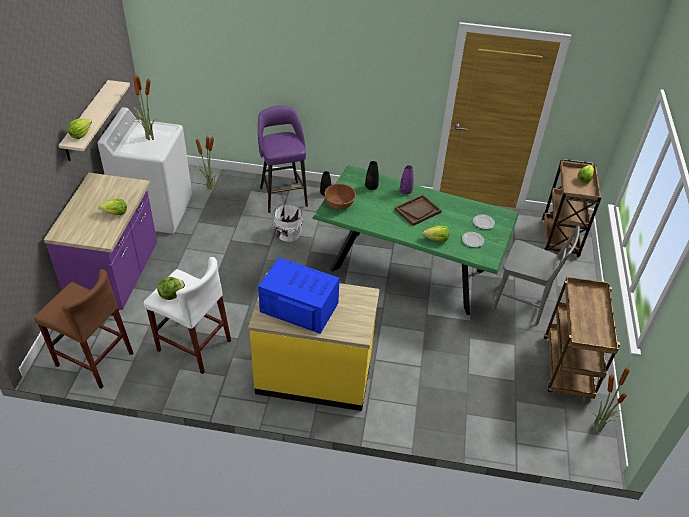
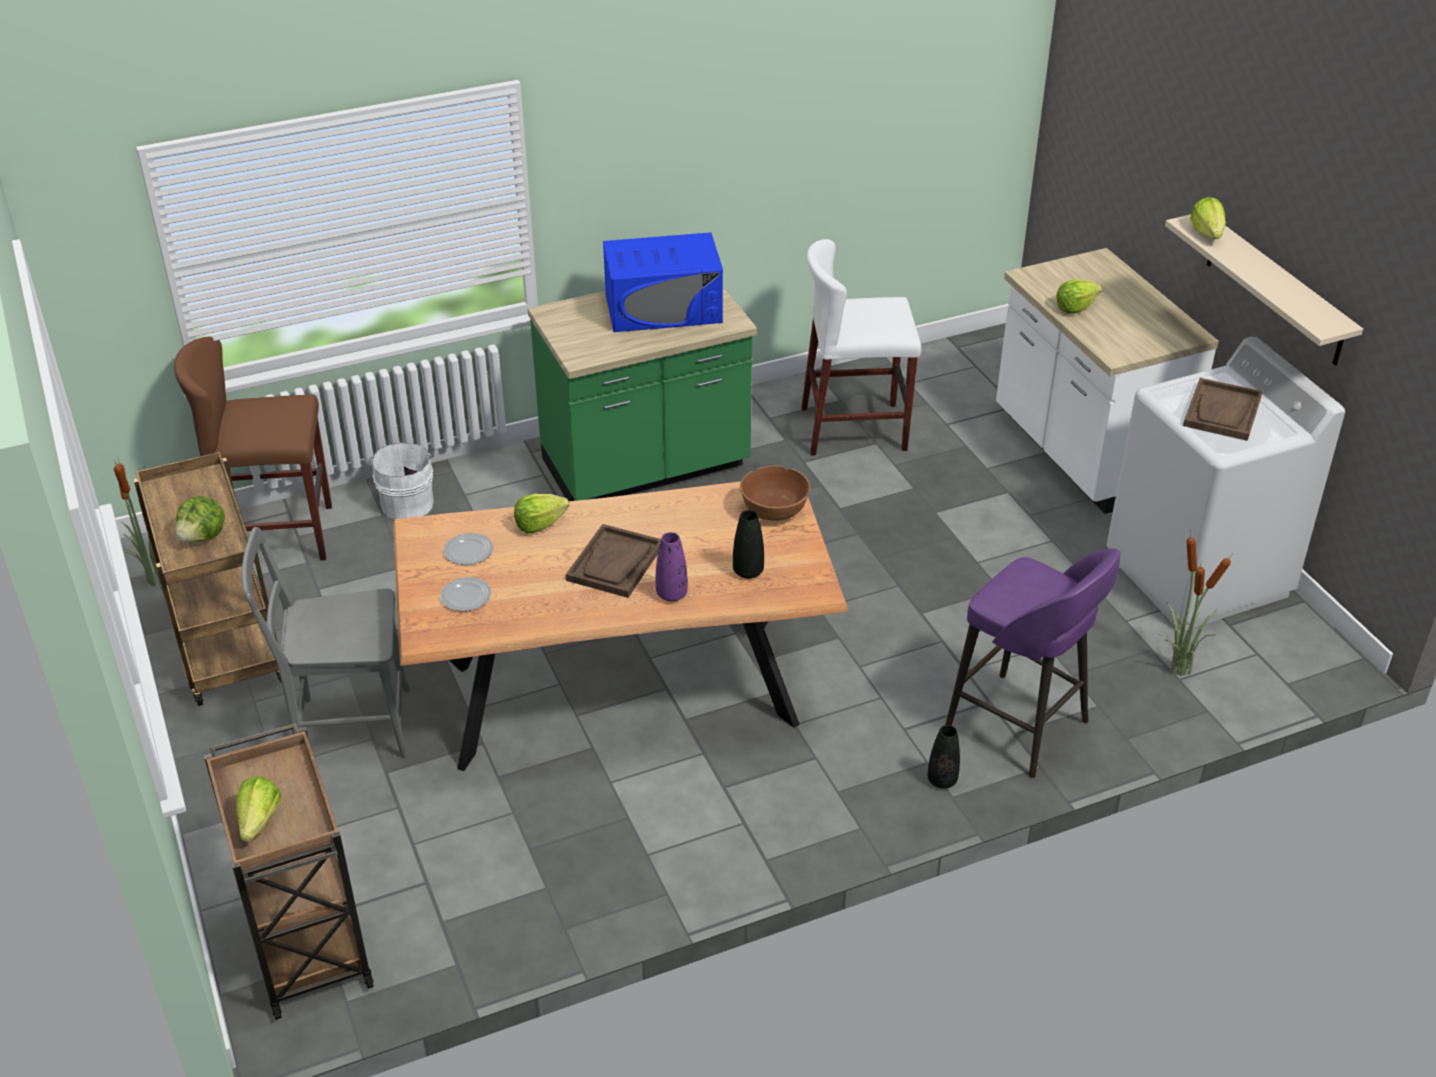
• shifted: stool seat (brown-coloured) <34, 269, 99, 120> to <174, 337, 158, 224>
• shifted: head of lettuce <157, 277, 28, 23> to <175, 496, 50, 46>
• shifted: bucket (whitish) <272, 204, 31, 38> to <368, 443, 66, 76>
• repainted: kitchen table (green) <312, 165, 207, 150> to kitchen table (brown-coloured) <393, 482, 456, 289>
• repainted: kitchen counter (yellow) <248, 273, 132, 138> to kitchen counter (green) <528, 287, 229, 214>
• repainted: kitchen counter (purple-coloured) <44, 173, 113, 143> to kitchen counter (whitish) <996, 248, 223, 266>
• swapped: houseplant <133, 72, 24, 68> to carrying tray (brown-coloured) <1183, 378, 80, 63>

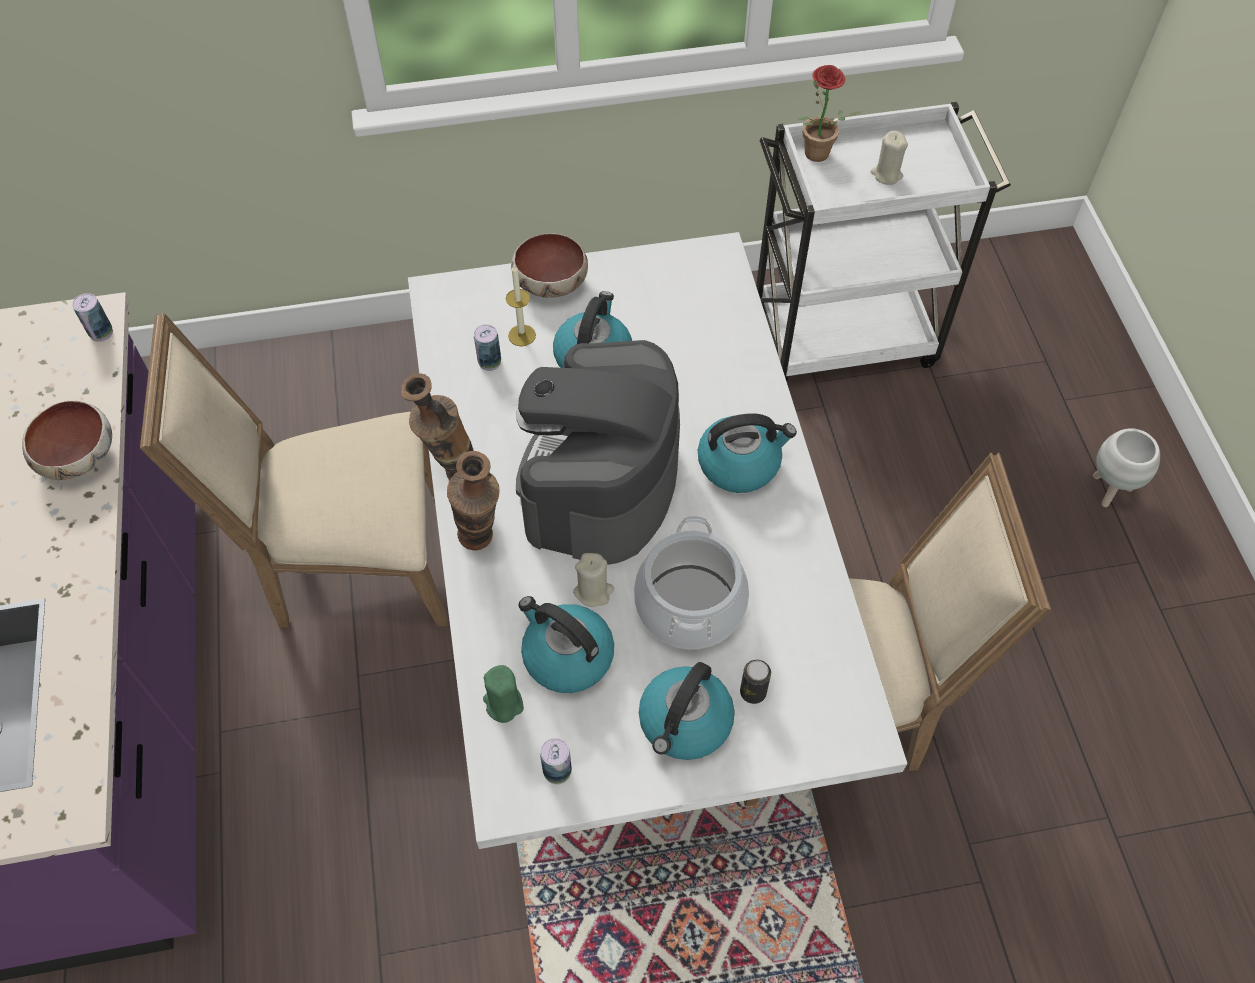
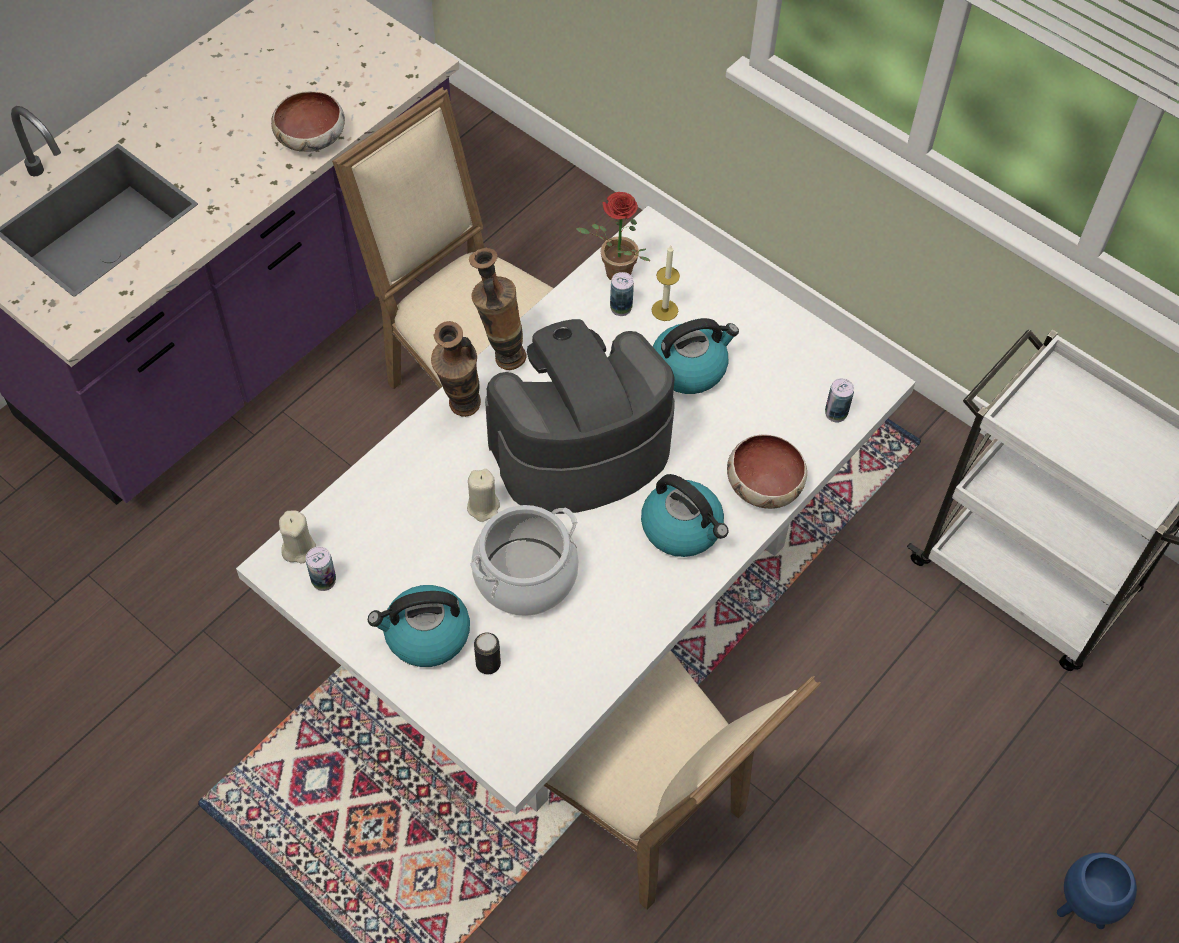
• shifted: wax light (beige-coloured) <870, 131, 38, 54> to <279, 511, 37, 52>
• shifted: houseplant <797, 65, 63, 97> to <576, 192, 74, 88>
• shifted: deep dish <511, 233, 77, 65> to <727, 434, 80, 75>
• shifted: sealed can <72, 293, 41, 49> to <825, 378, 29, 45>
• repainted: flower pot (whitish) <1093, 428, 67, 79> to flower pot (blue) <1057, 853, 80, 76>
• gone: wax light (green) <483, 665, 41, 58>
• gone: kettle <519, 596, 95, 97>

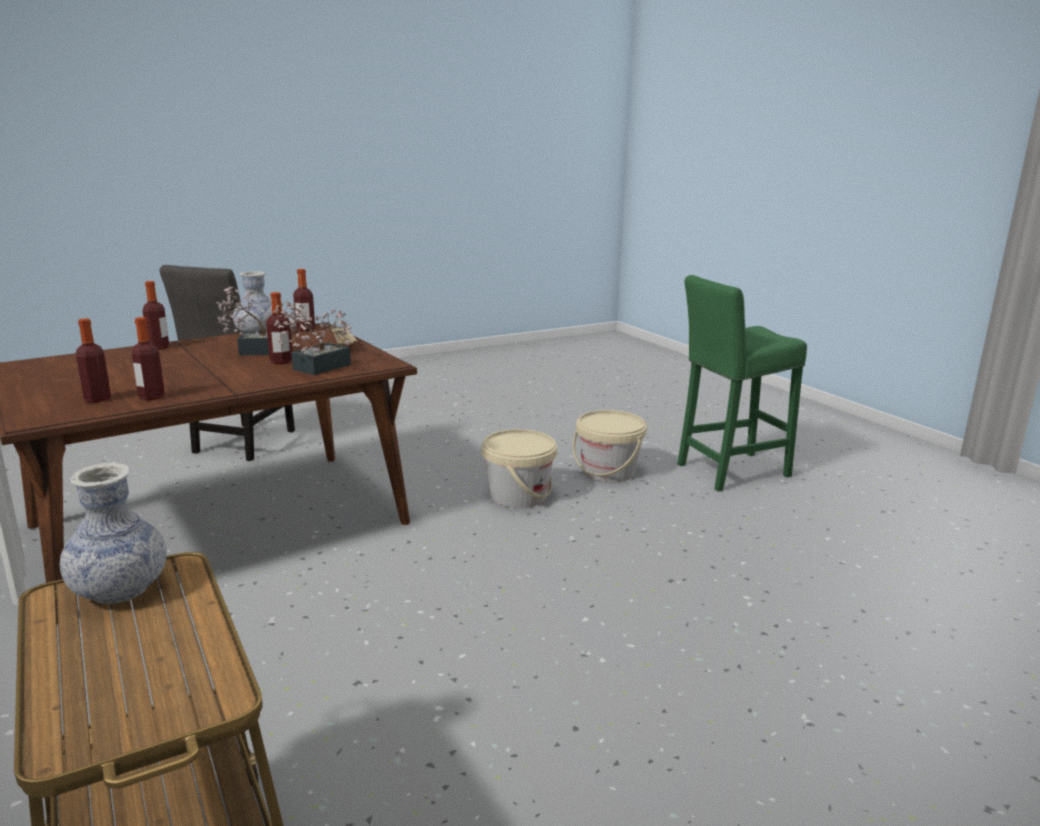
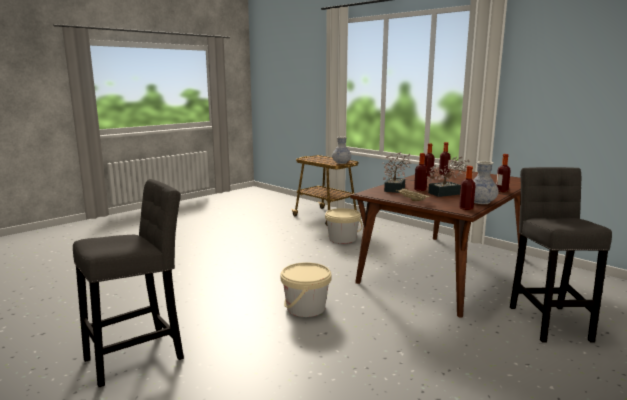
• repainted: stool seat (green) <678, 275, 129, 216> to stool seat (grey) <73, 179, 111, 208>
• shifted: bucket (beige-coloured) <573, 410, 74, 72> to <325, 208, 38, 36>

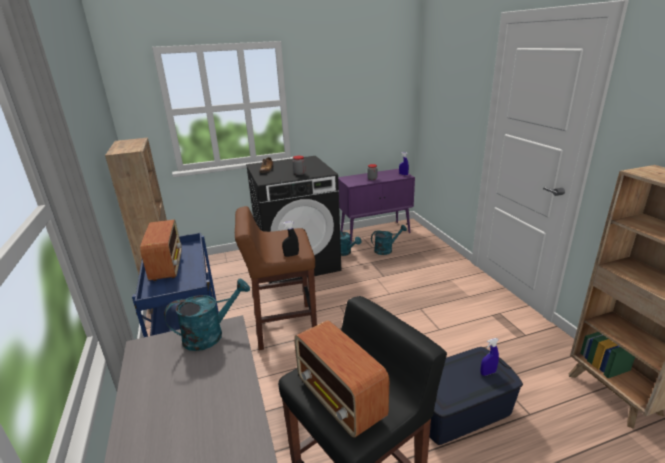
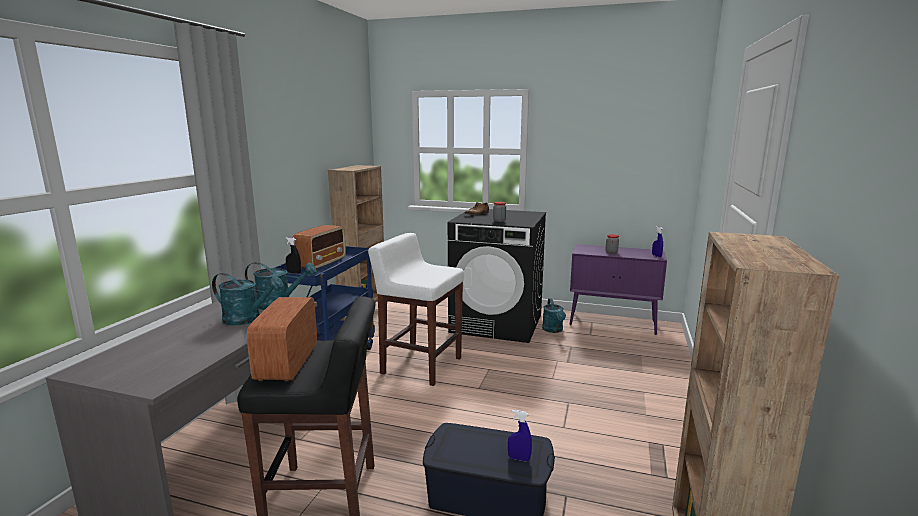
• shifted: watering can (blue-green) <371, 225, 36, 30> to <212, 273, 72, 52>
• shifted: hand sprayer (black) <282, 221, 17, 36> to <285, 237, 16, 37>
• repainted: stool seat (brown-coloured) <235, 206, 82, 144> to stool seat (whitish) <368, 233, 96, 153>

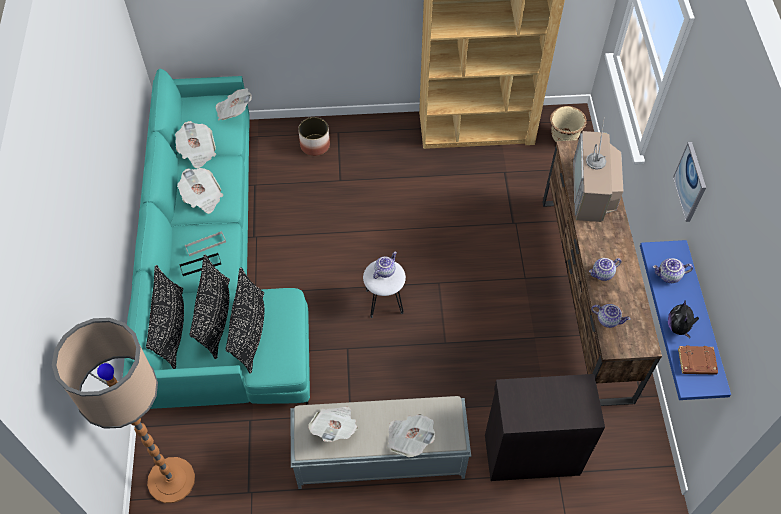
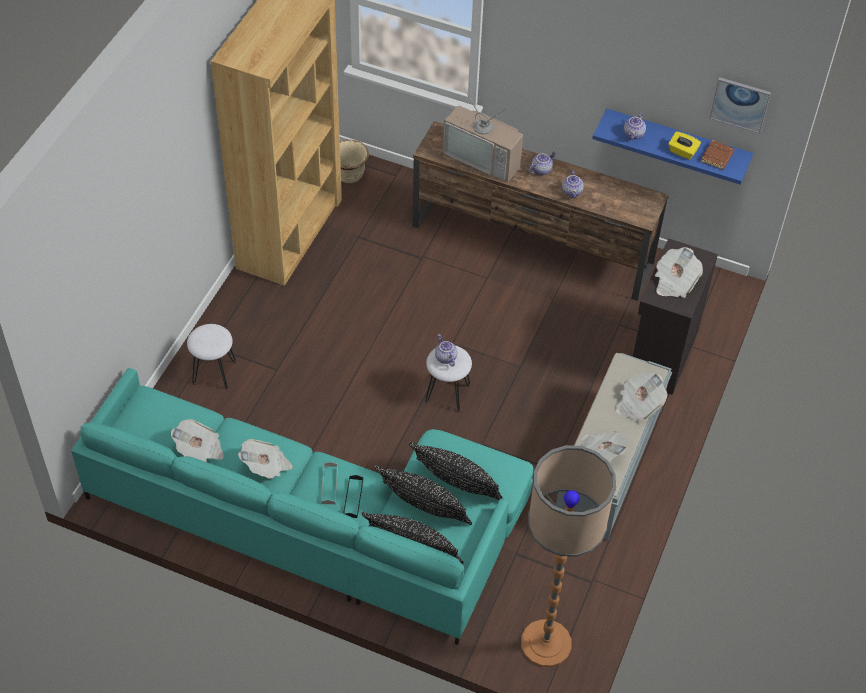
• swapped: flower pot <298, 117, 32, 39> to stool seat (whitish) <187, 324, 49, 66>
• shifted: tea pot <591, 304, 40, 24> to <528, 151, 29, 24>
• shifted: printed paper <215, 88, 37, 33> to <655, 247, 48, 51>
• swapped: soft toy <668, 300, 31, 38> to tissue box (yellow) <668, 131, 33, 29>
• shifted: wall art <673, 142, 33, 80> to <710, 77, 61, 56>

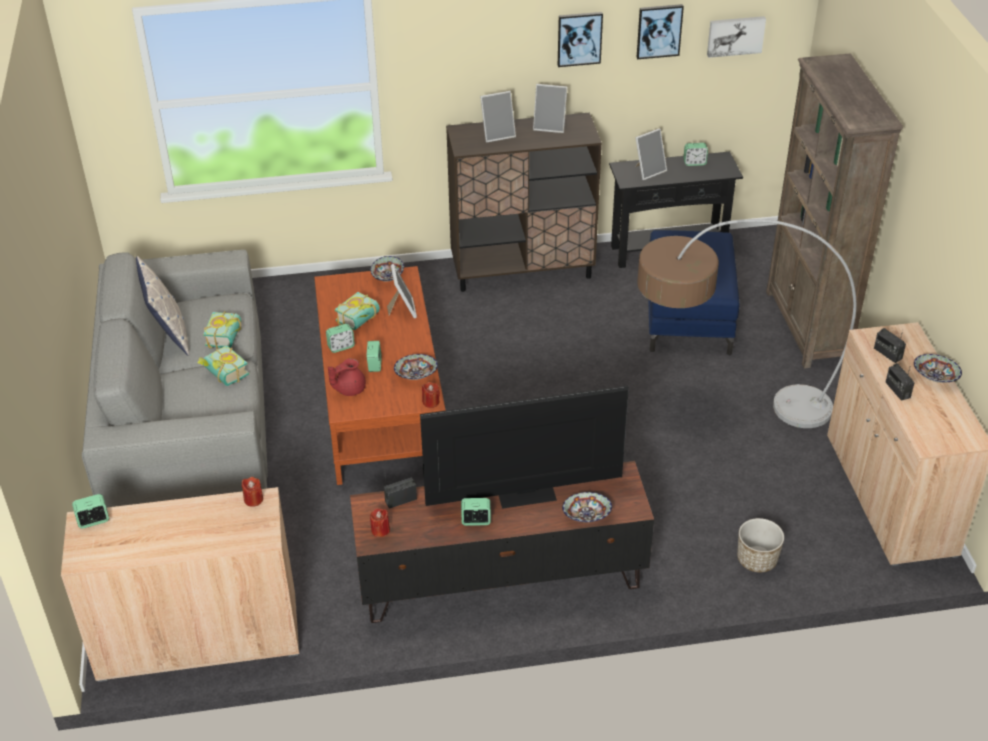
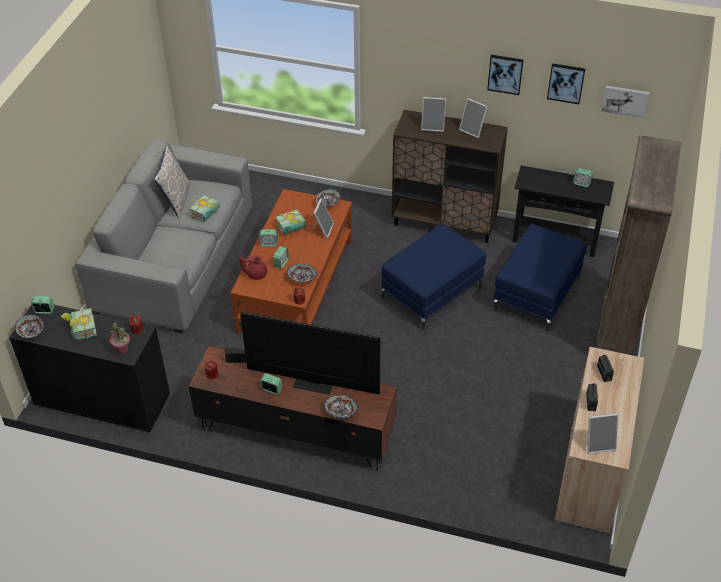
• repainted: storage cabinet (beige-coloured) <61, 487, 238, 195> to storage cabinet (black) <9, 305, 161, 128>
• shifted: deep dish <914, 354, 48, 29> to <15, 314, 29, 25>
• shifted: volume <198, 345, 51, 41> to <61, 308, 36, 32>
• new: houseplant <109, 323, 21, 31>
• new: ottoman (blue) <381, 224, 105, 106>
• shifted: standing frame <635, 128, 32, 52> to <588, 413, 30, 41>
• gone: standing lamp <637, 219, 220, 209>
• gone: flower pot <737, 518, 47, 54>

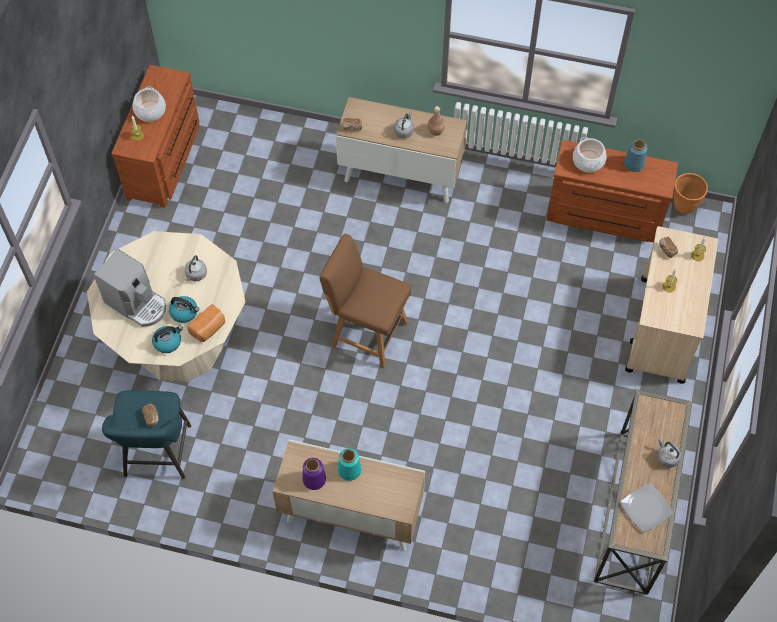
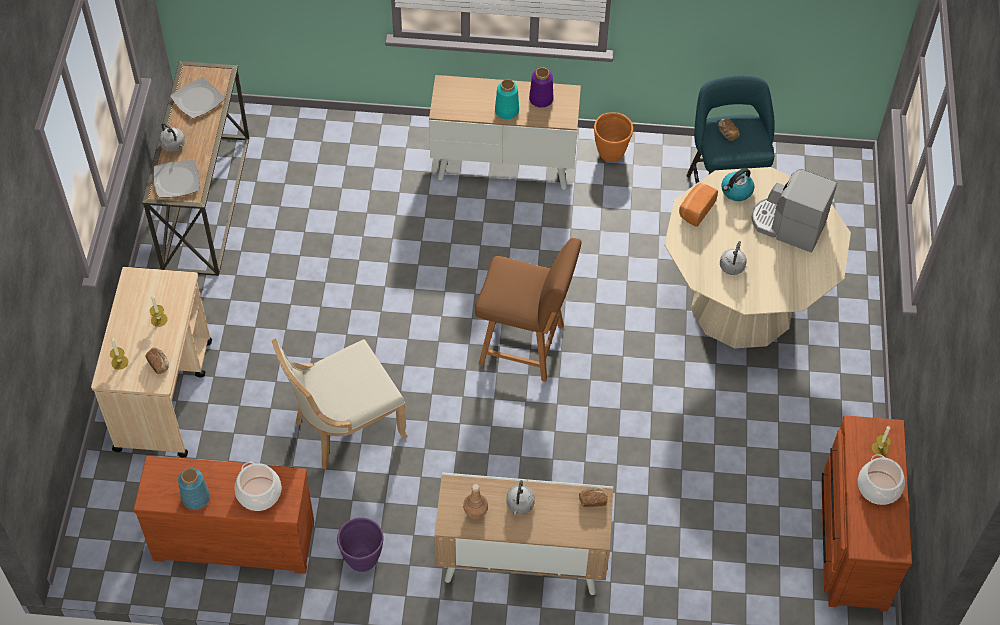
• new: dinner plate <154, 160, 45, 37>
• new: plain chair (beige-coloured) <271, 338, 137, 131>
• new: flower pot (purple-coloured) <337, 517, 47, 55>
• shifted: flower pot (orange) <674, 173, 34, 41> to <594, 112, 39, 50>
• gone: kettle <169, 296, 30, 27>

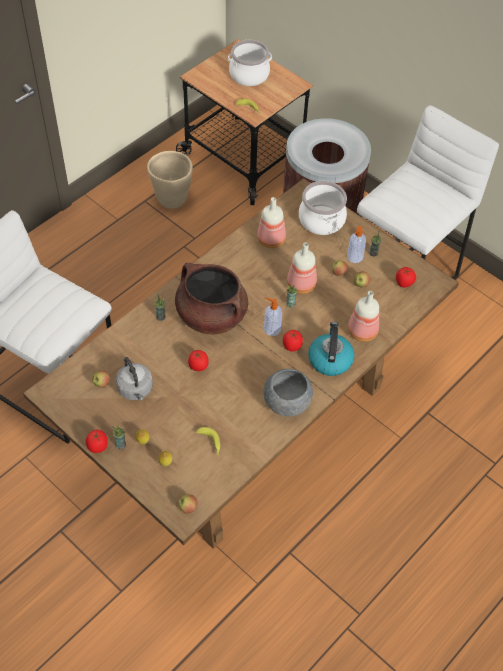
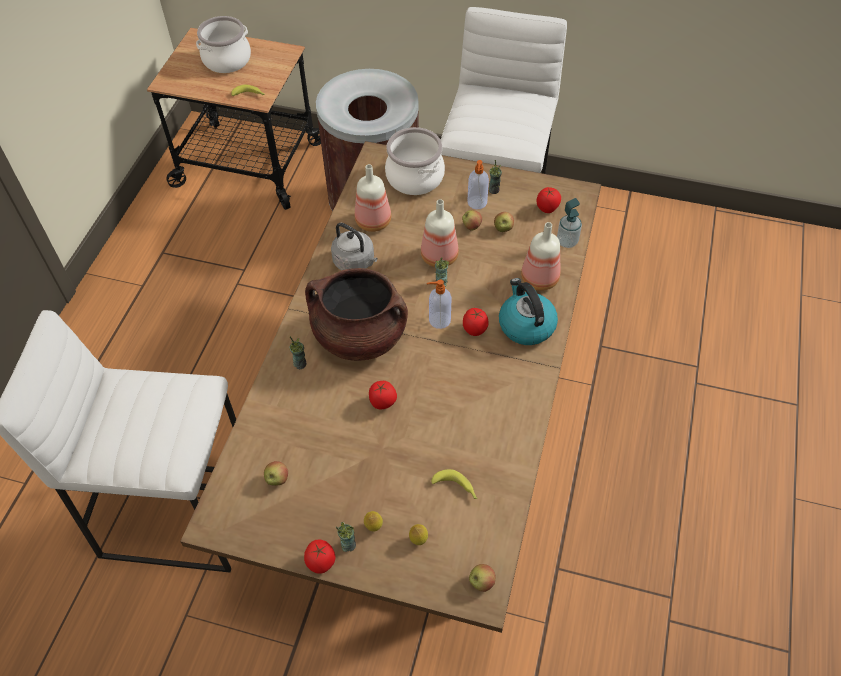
• shifted: kettle (grey) <116, 357, 37, 43> to <331, 223, 47, 48>
• new: soap dispenser <557, 198, 25, 50>
• gone: flower pot (beige-coloured) <147, 151, 46, 58>
• gone: deep dish (grey) <263, 369, 50, 48>

